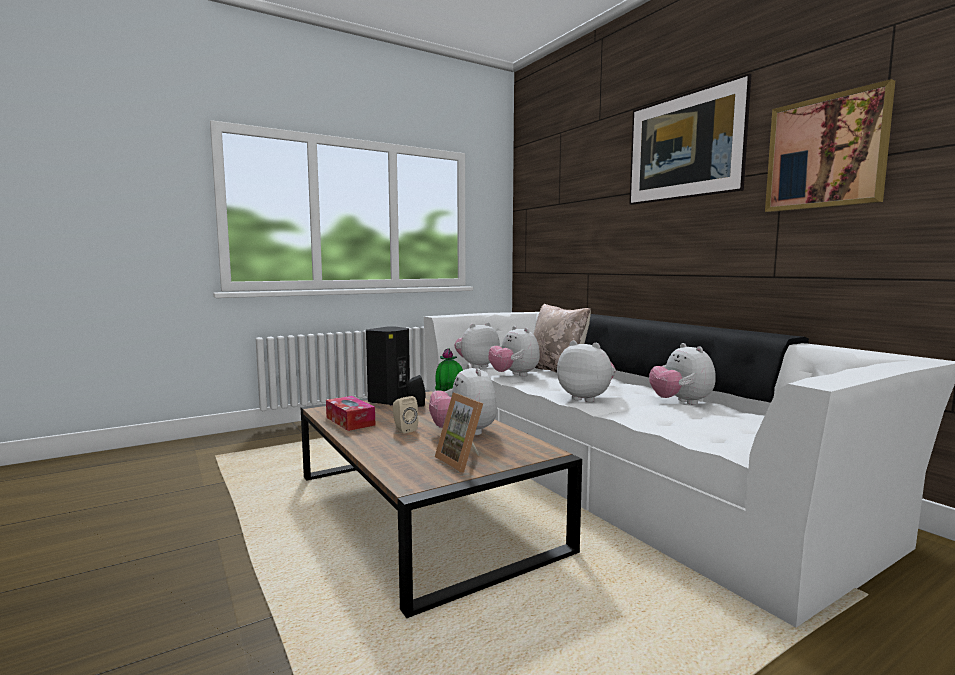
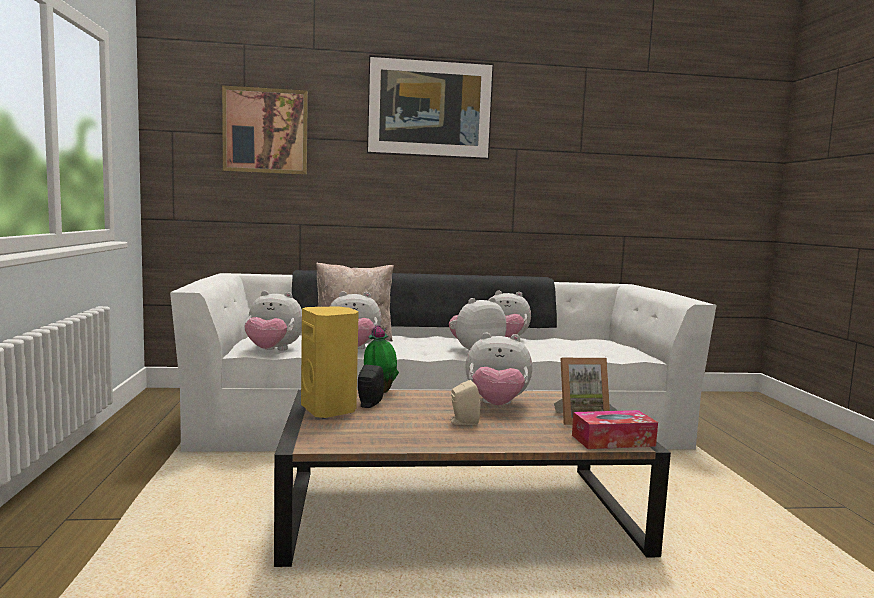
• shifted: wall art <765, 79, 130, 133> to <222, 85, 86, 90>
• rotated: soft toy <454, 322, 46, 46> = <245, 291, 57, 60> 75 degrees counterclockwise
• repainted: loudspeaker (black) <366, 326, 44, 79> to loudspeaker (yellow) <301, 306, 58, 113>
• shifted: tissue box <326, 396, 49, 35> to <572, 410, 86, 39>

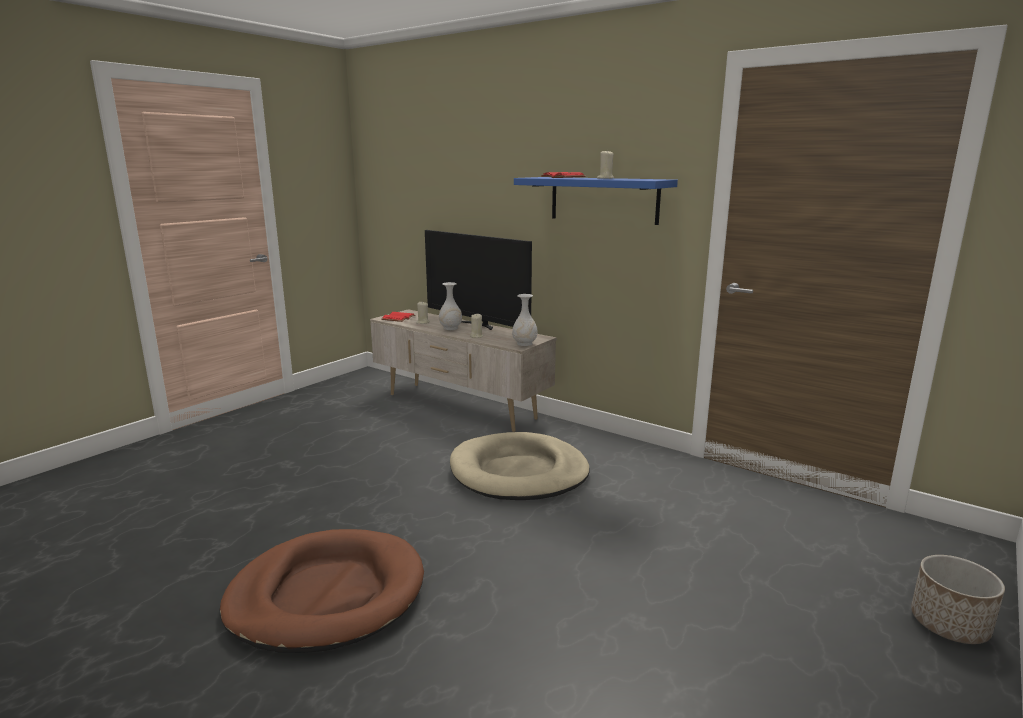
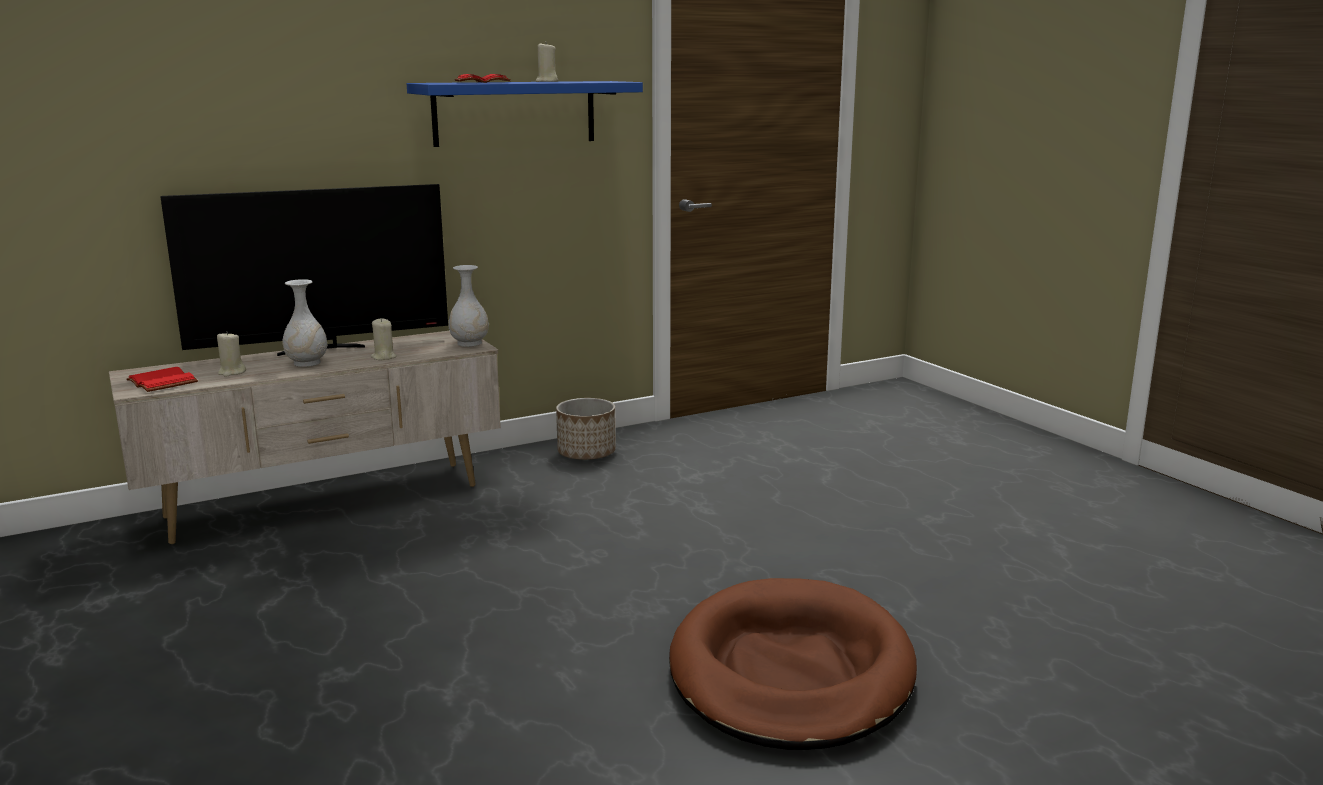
• shifted: flower pot <911, 555, 94, 89> to <556, 398, 60, 62>
• gone: dog cushion (beige-coloured) <450, 432, 140, 68>

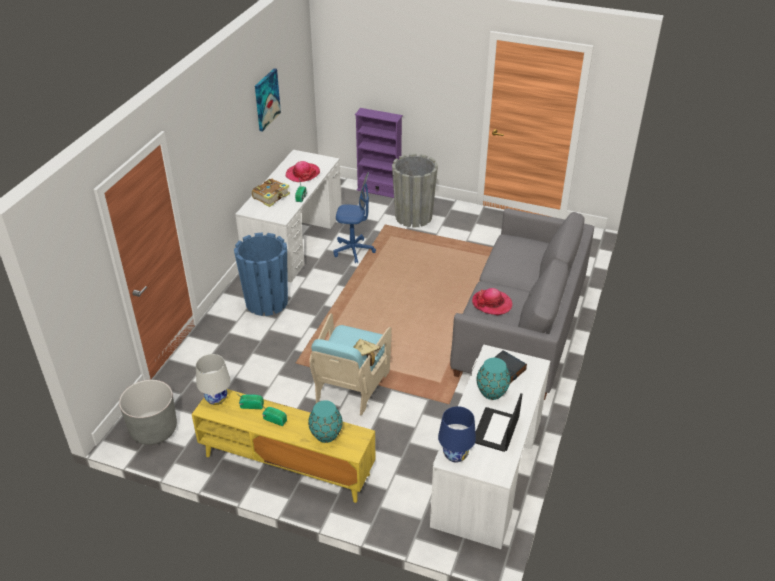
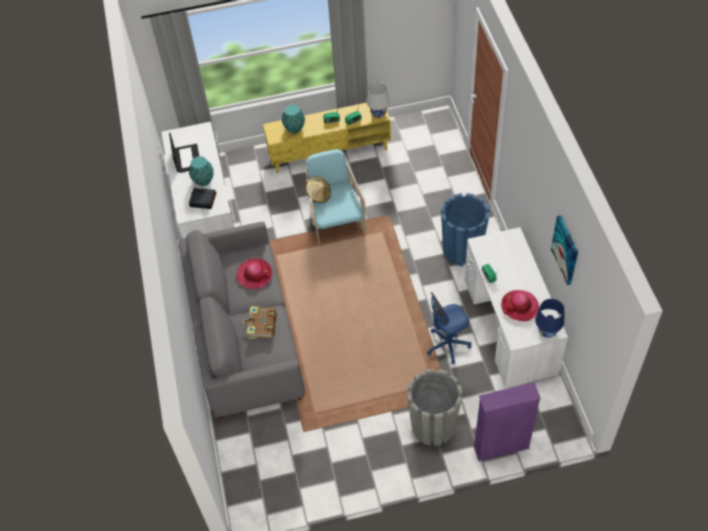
• shifted: volume <252, 178, 38, 29> to <243, 307, 34, 32>
• shifted: table lamp (blue) <438, 406, 38, 56> to <535, 299, 30, 39>
• gone: flower pot (grey) <119, 380, 58, 65>

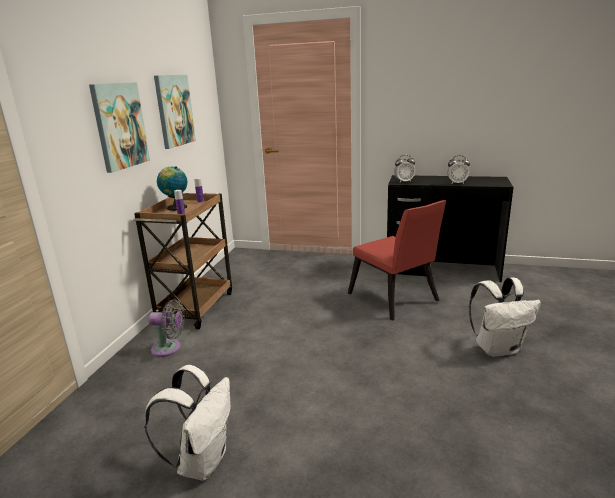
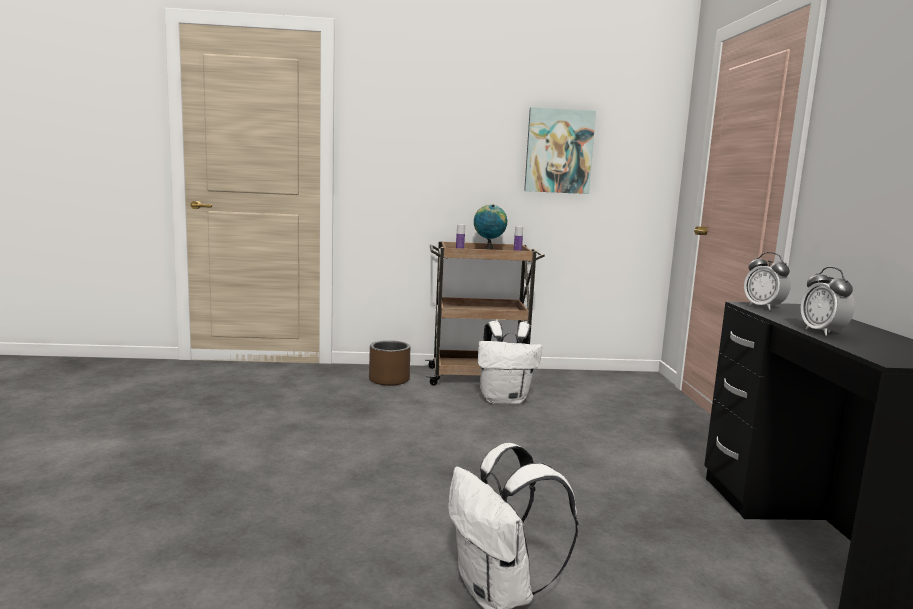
• swapped: cooling fan (grey) <148, 299, 37, 58> to flower pot (brown-coloured) <369, 340, 41, 46>
• shifted: knapsack (whitish) <145, 365, 86, 116> to <478, 321, 64, 84>
• gone: wall art <89, 82, 61, 91>
• gone: plain chair (reddish) <348, 200, 98, 121>

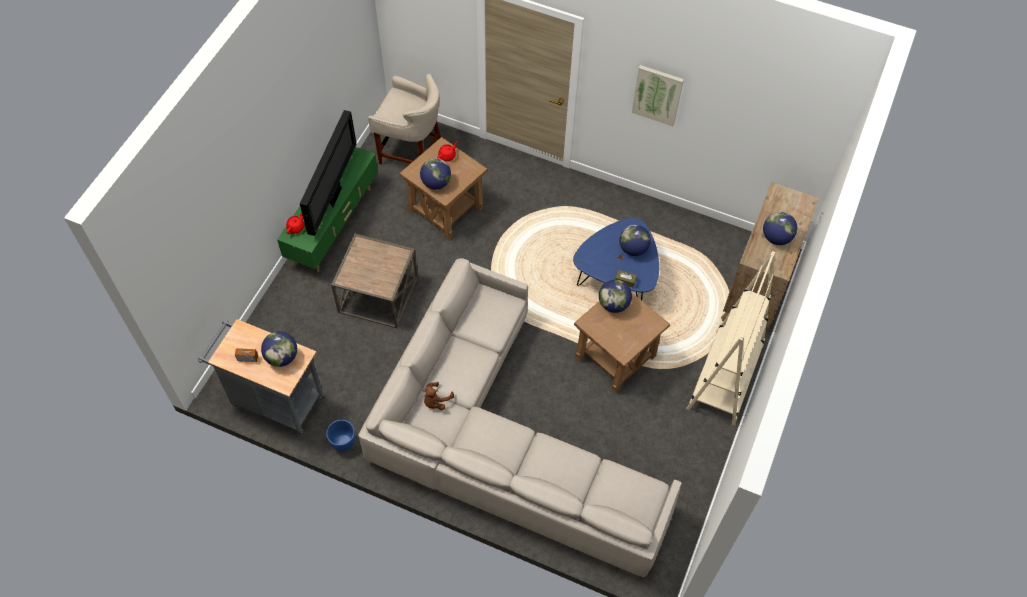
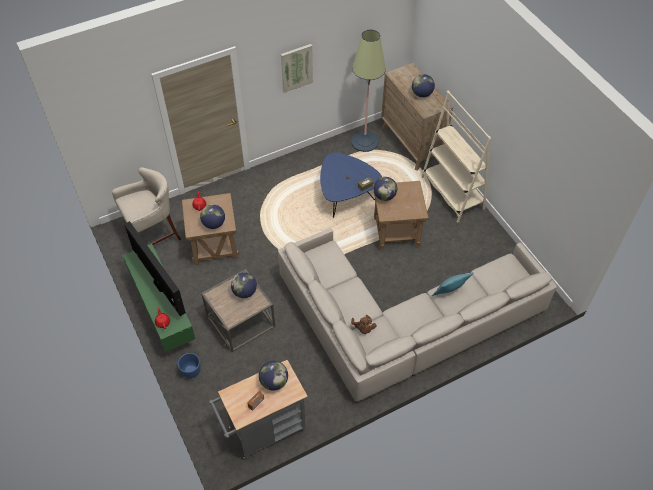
• shifted: flower pot (blue) <326, 420, 29, 32> to <178, 353, 22, 25>
• shifted: desk globe <619, 225, 32, 31> to <231, 272, 26, 26>
• new: standing lamp <351, 29, 35, 123>
• new: pillow (blue-green) <432, 272, 42, 24>

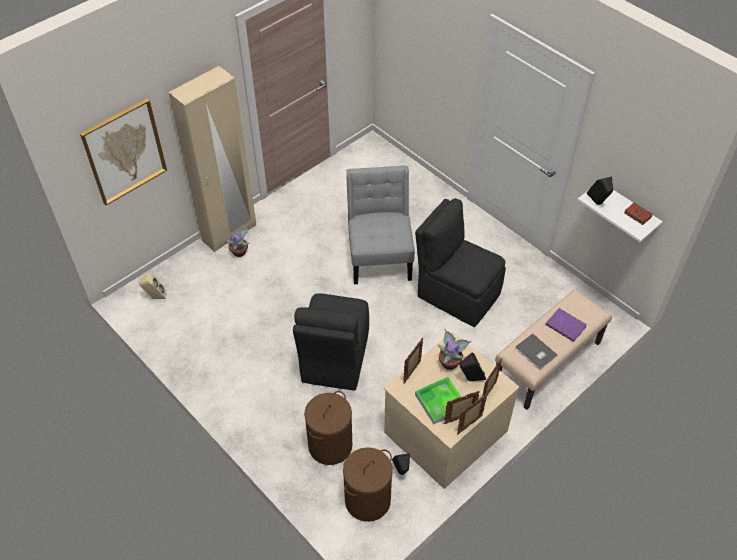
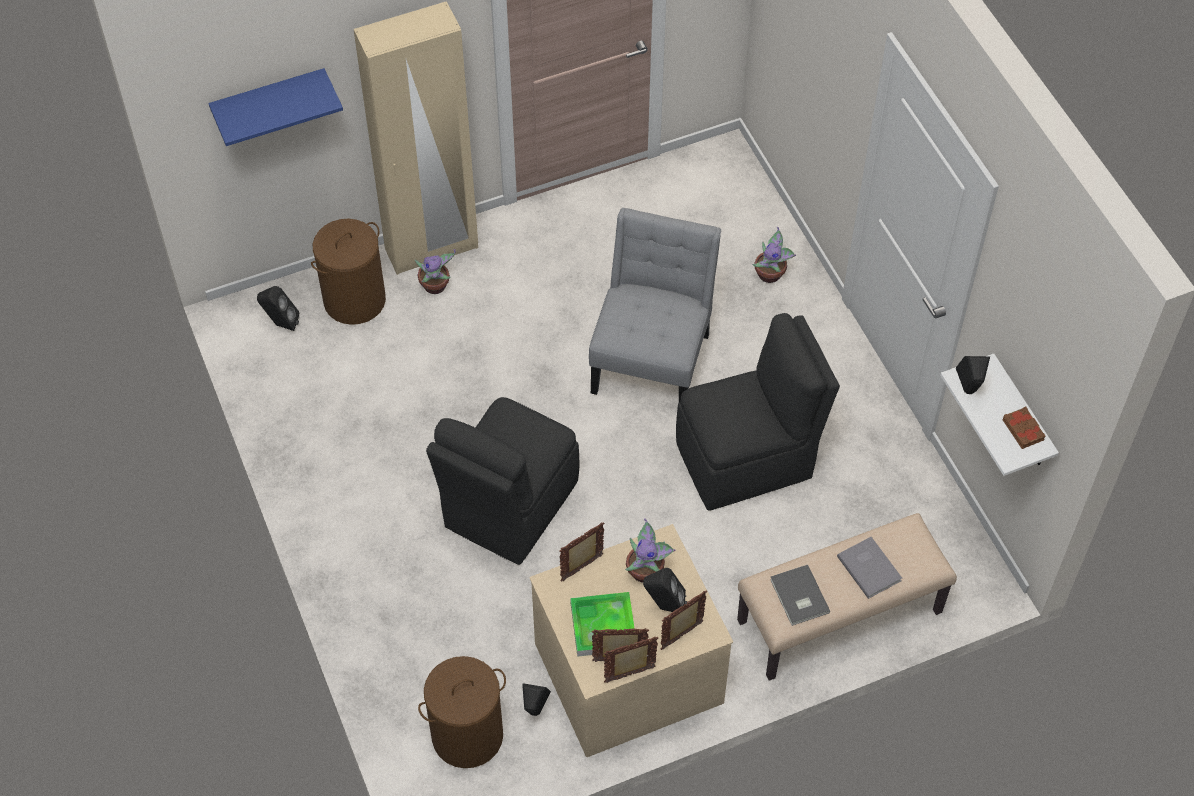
• swapped: wall art <80, 99, 87, 106> to bracket shelf (blue) <209, 68, 134, 78>
• repainted: loudspeaker (beige-coloured) <139, 273, 28, 26> to loudspeaker (black) <257, 286, 42, 45>
• shifted: laundry basket (brown-coloured) <304, 391, 48, 74> to <311, 219, 75, 106>
• rotated: plain chair (black) <415, 198, 91, 129> = <676, 313, 164, 198> 105 degrees clockwise
• new: houseplant <752, 226, 44, 57>
• repainted: volume (purple-coloured) <545, 308, 42, 34> to volume (grey) <837, 537, 65, 62>

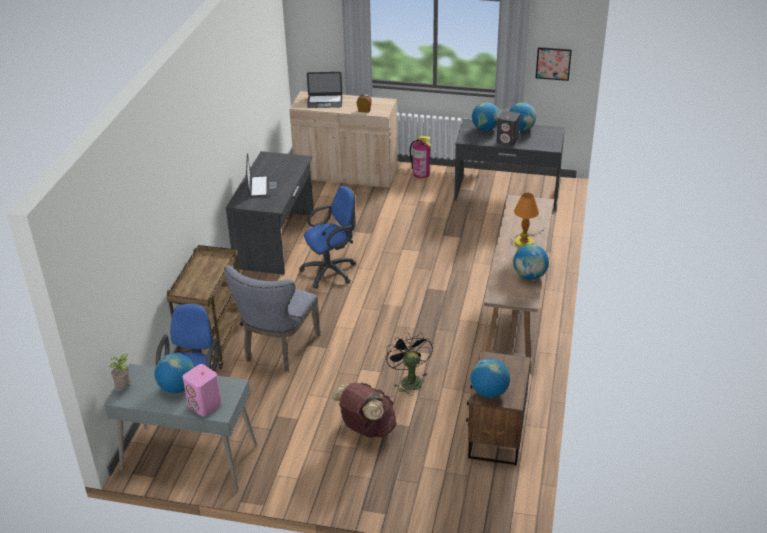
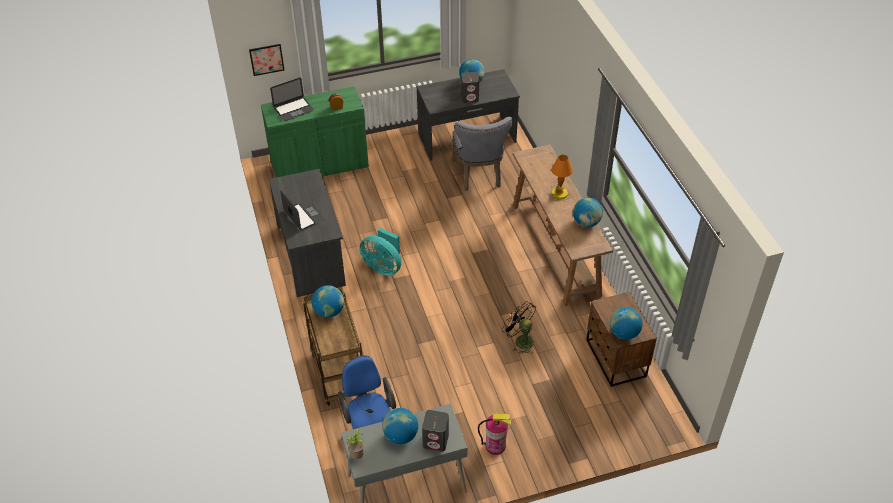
• shifted: wall art <536, 47, 36, 34> to <249, 44, 35, 32>
• repainted: storage cabinet (beige-coloured) <289, 91, 109, 97> to storage cabinet (green) <261, 86, 108, 92>
• shifted: desk globe <472, 102, 28, 29> to <312, 285, 32, 33>
• swapped: office chair (blue) <299, 186, 57, 103> to cooling fan (blue-green) <359, 228, 42, 48>
• repainted: loudspeaker (pink-coloured) <183, 364, 38, 52> to loudspeaker (grey) <422, 410, 27, 42>
• shifted: plain chair (grey) <224, 265, 96, 106> to <452, 117, 61, 74>
• shifted: extinguisher <409, 136, 23, 42> to <478, 414, 33, 41>
• gone: knapsack (brown-coloured) <331, 382, 66, 56>

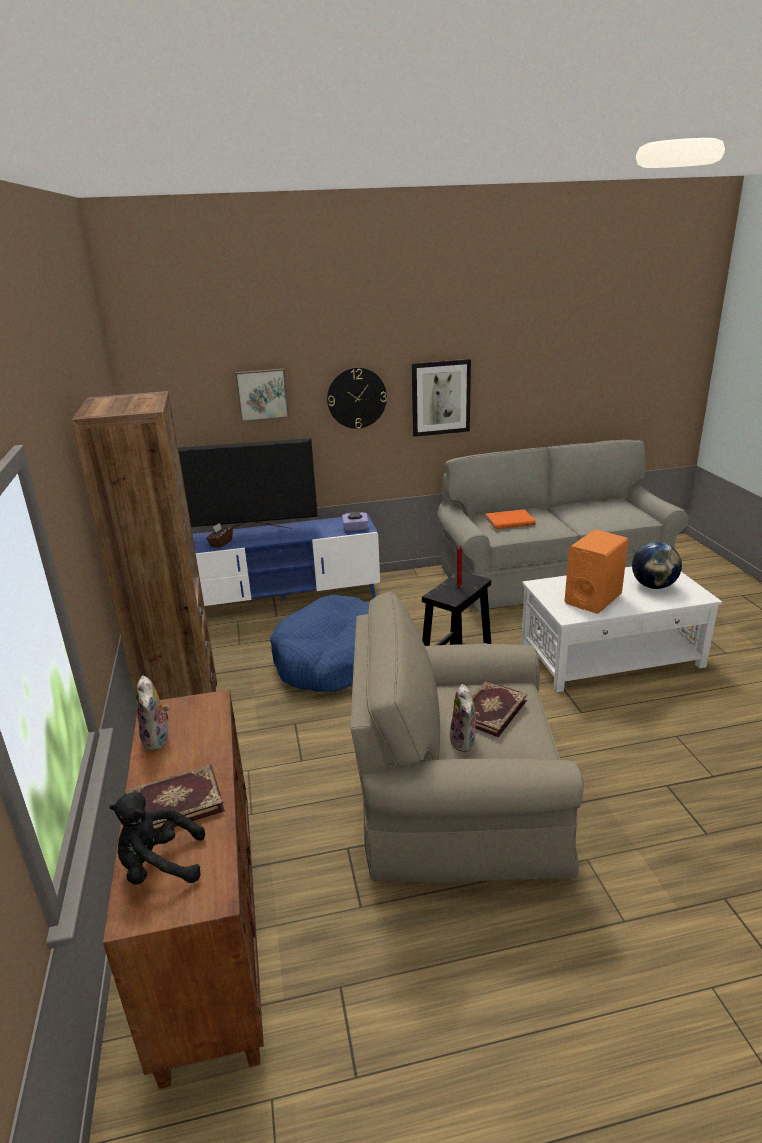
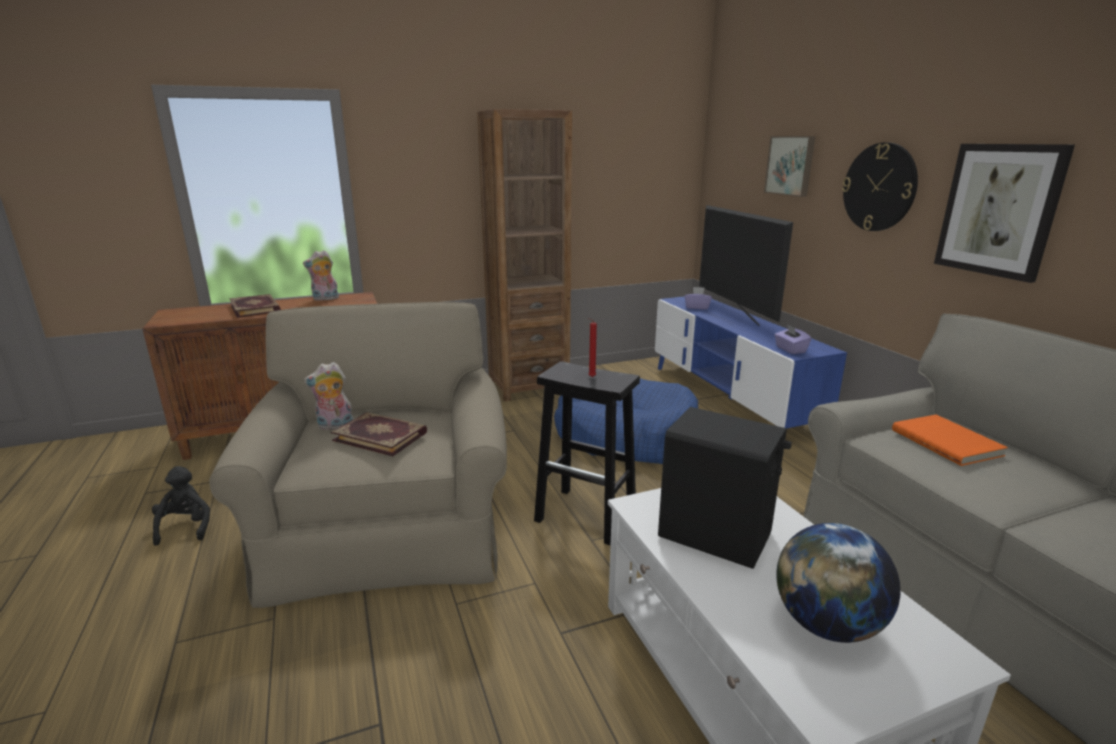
• shifted: soft toy (black) <109, 792, 96, 93> to <152, 466, 58, 80>
• repainted: loudspeaker (orange) <565, 530, 63, 84> to loudspeaker (black) <658, 407, 134, 162>
• repainted: tissue box (brown-coloured) <206, 523, 27, 25> to tissue box (purple-coloured) <685, 287, 27, 22>

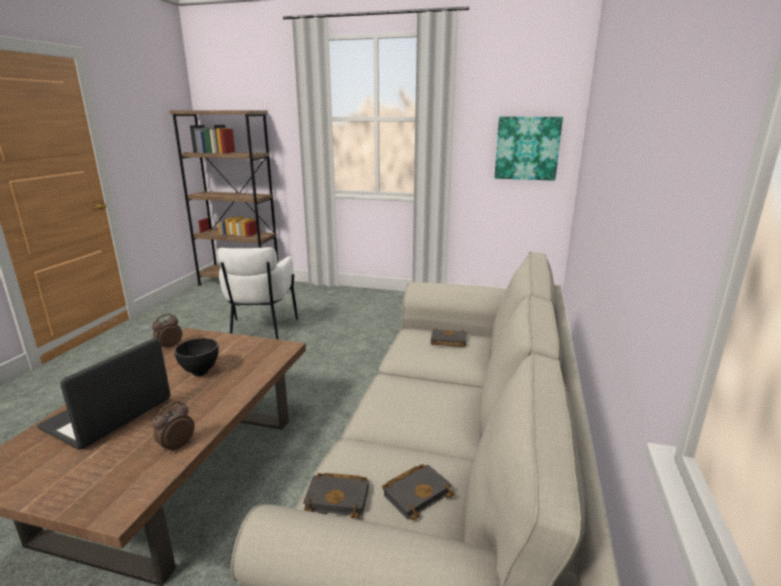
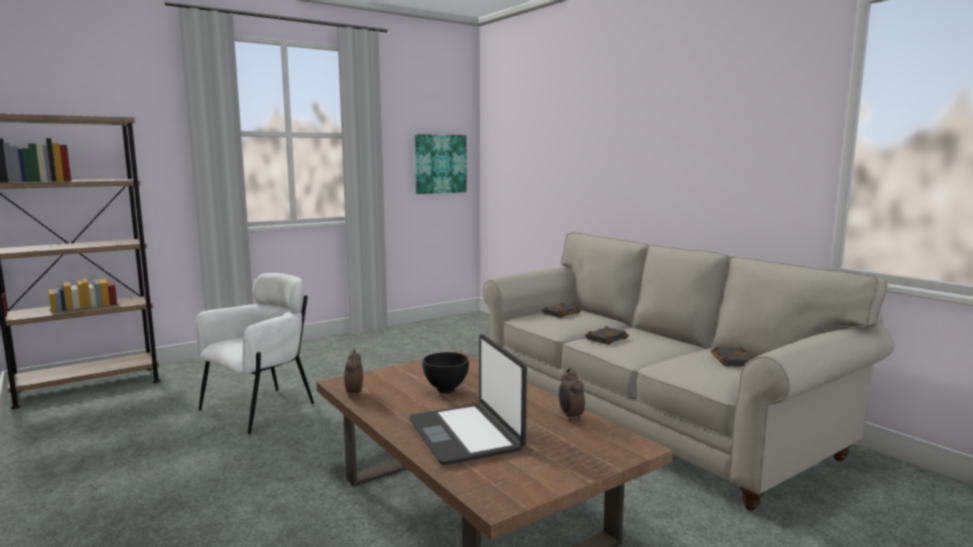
• rotated: easy chair (whitish) <218, 247, 80, 93> = <196, 273, 118, 162> 90 degrees counterclockwise
• shifted: volume (black) <303, 473, 66, 46> to <585, 326, 44, 19>

